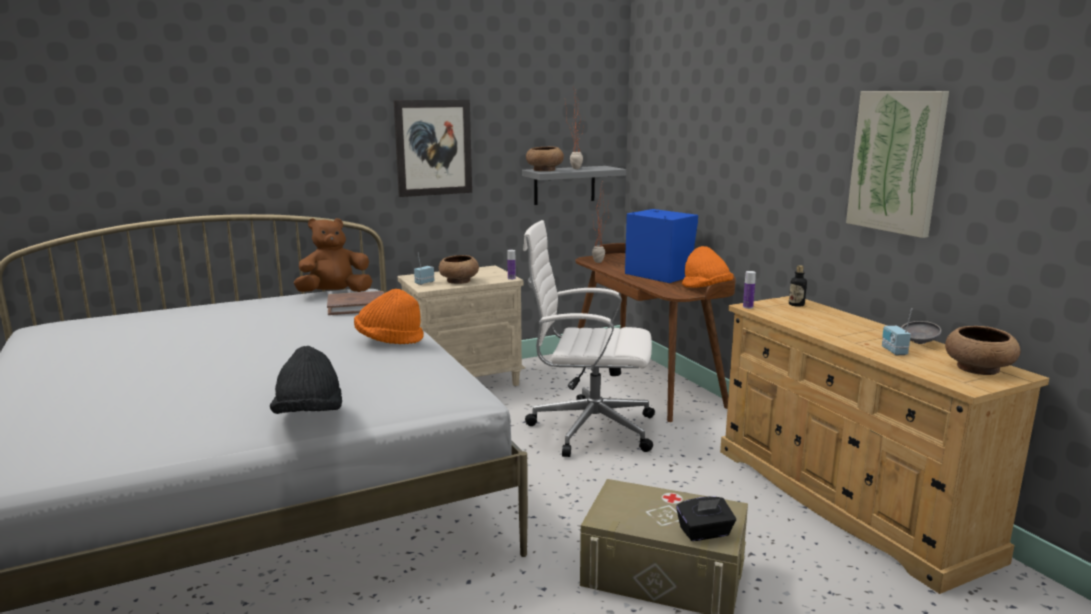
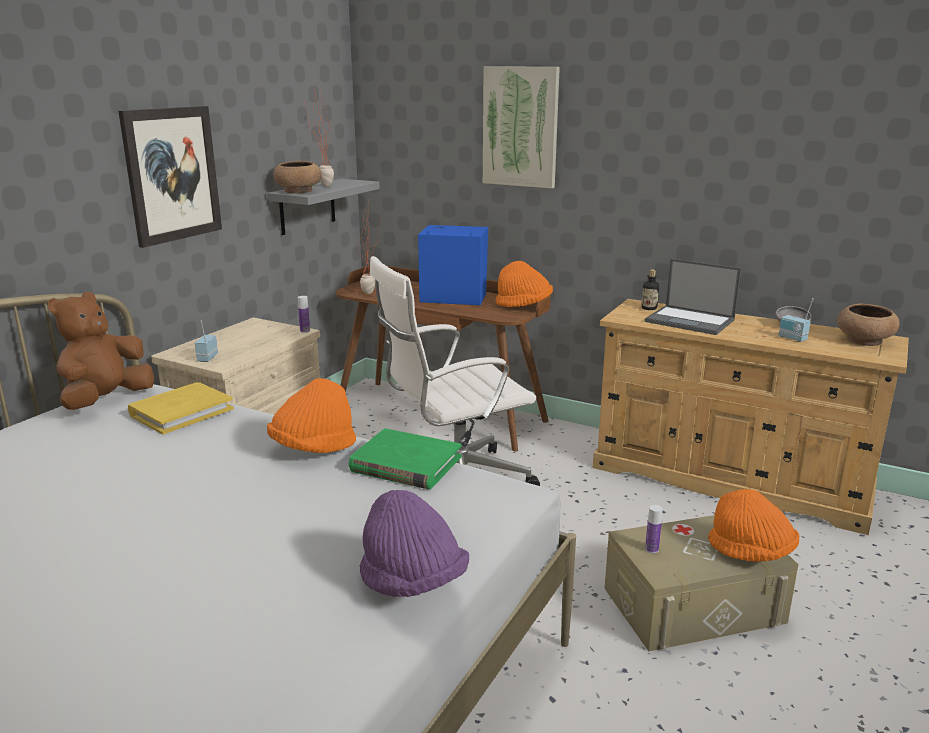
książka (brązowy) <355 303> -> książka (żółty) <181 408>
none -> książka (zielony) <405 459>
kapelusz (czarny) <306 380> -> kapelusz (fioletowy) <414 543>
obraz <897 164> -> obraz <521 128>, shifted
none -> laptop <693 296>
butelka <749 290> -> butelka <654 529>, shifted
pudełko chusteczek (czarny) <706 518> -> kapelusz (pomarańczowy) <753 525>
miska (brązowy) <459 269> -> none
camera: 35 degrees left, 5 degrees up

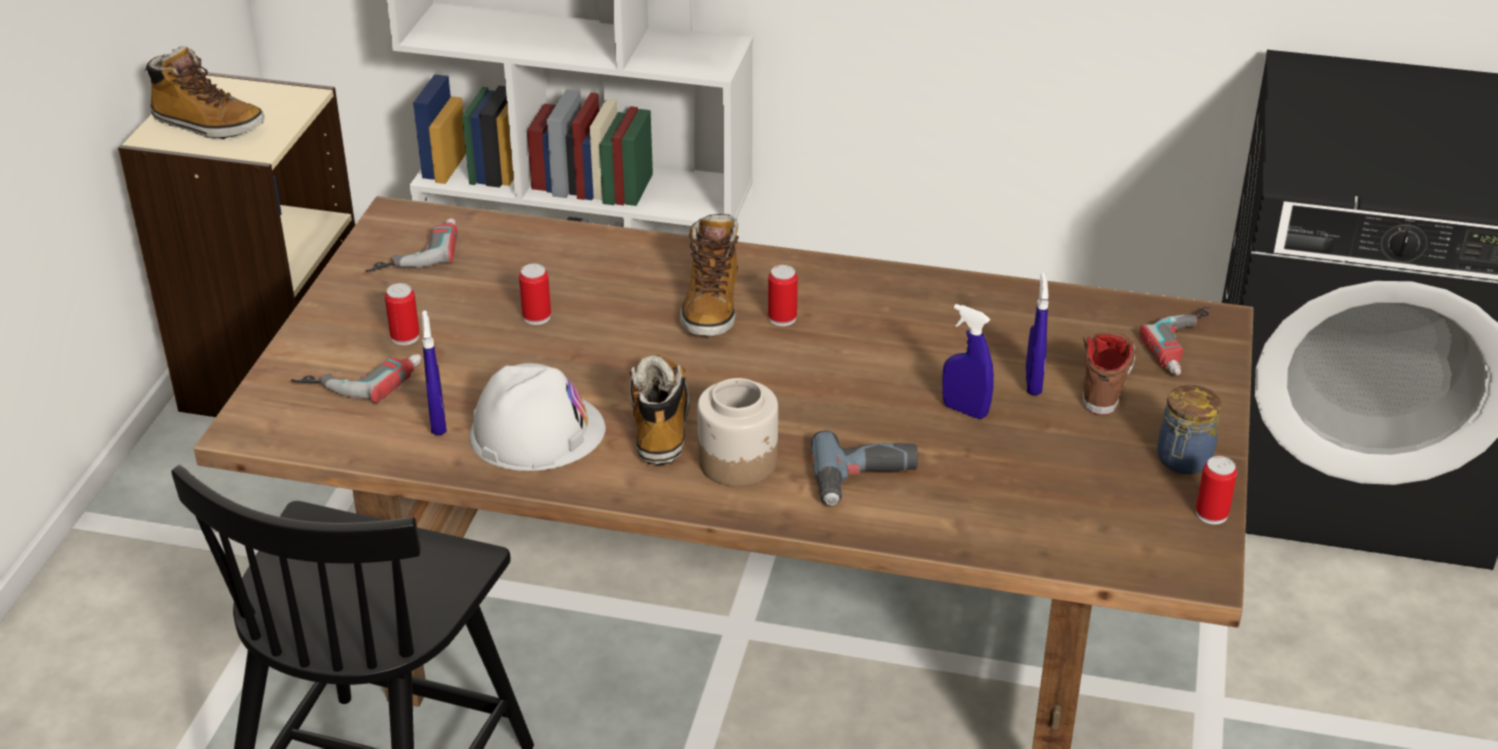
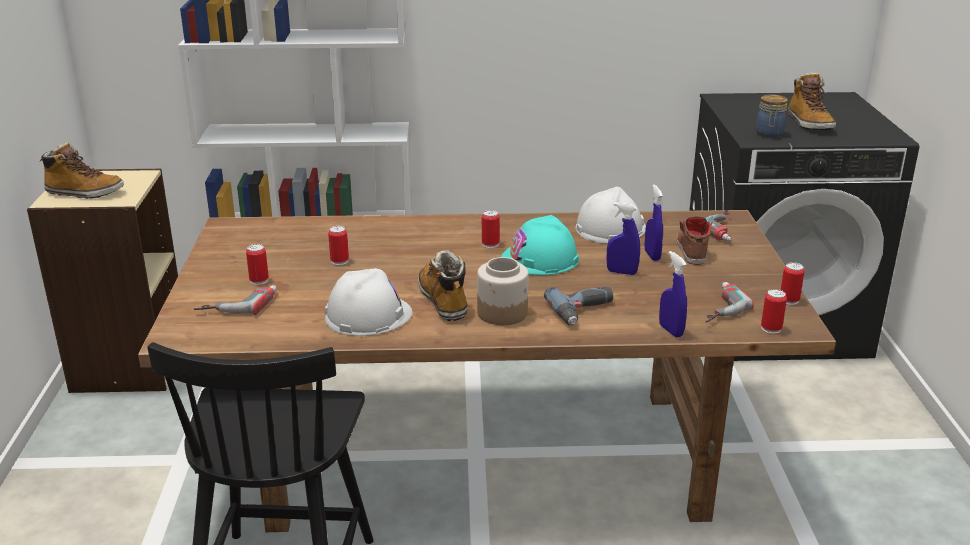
none -> kask (turkusowy) <540 245>
none -> kask (biały) <611 215>
spryskiwacz (niebieski) <434 373> -> spryskiwacz (niebieski) <673 294>, shifted
wiertarka <411 245> -> wiertarka <729 302>, shifted
słoik <1189 429> -> słoik <772 116>, shifted
none -> puszka <774 311>
but z cholewką <709 275> -> but z cholewką <812 101>, shifted
camera: 15 degrees left, 10 degrees down

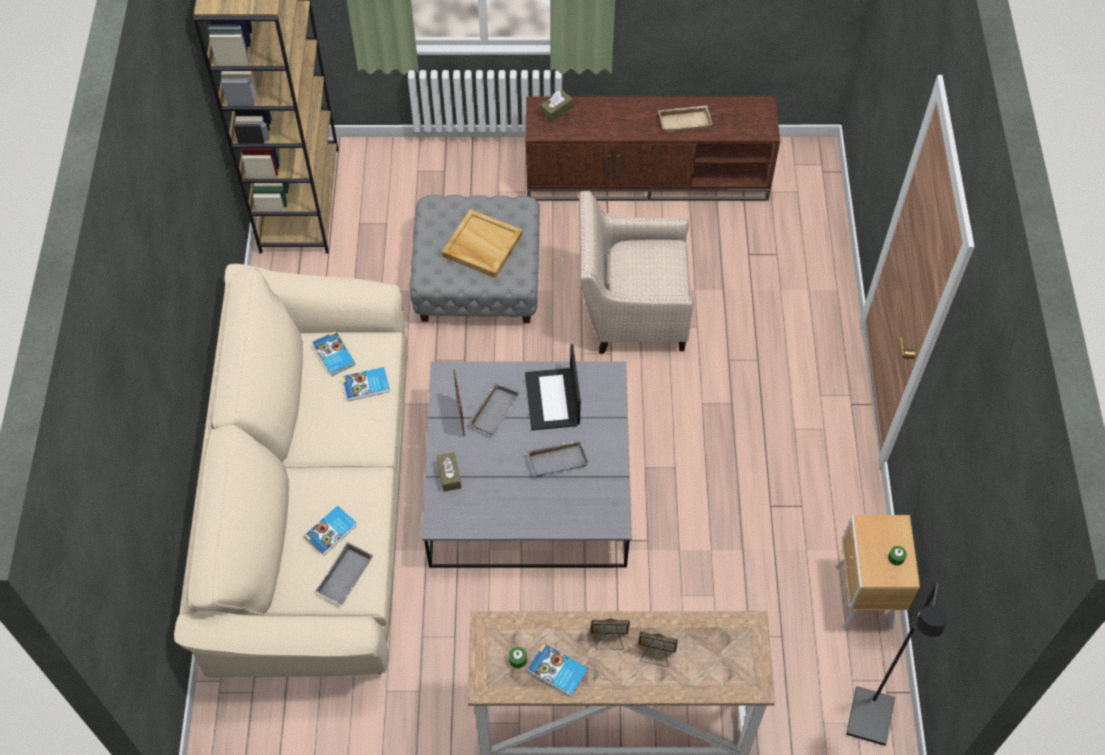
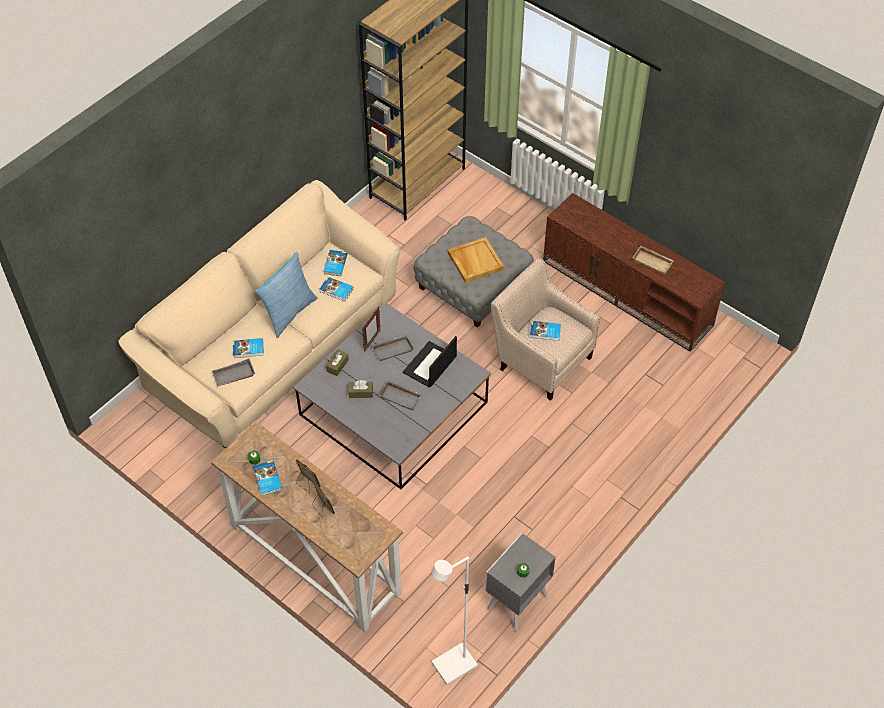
none -> poduszka <286 295>
pudełko chusteczek (brązowy) <556 106> -> pudełko chusteczek (brązowy) <360 389>, shifted
lampa stojąca (czarny) <897 664> -> lampa stojąca (biały) <454 620>
szafka nocna (brązowy) <878 572> -> szafka nocna (szary) <520 582>
none -> książka <545 331>
camera: 40 degrees right, 5 degrees down

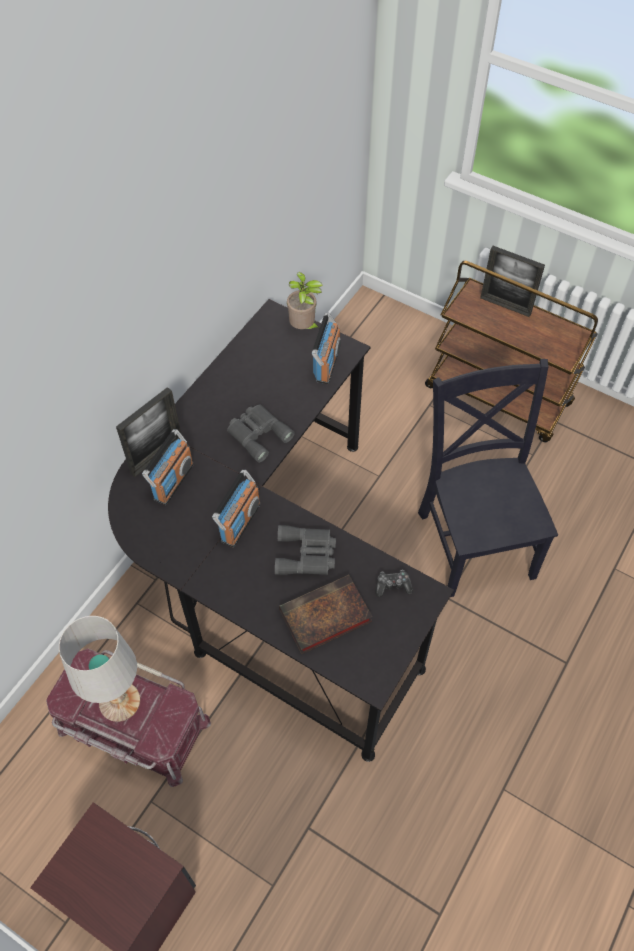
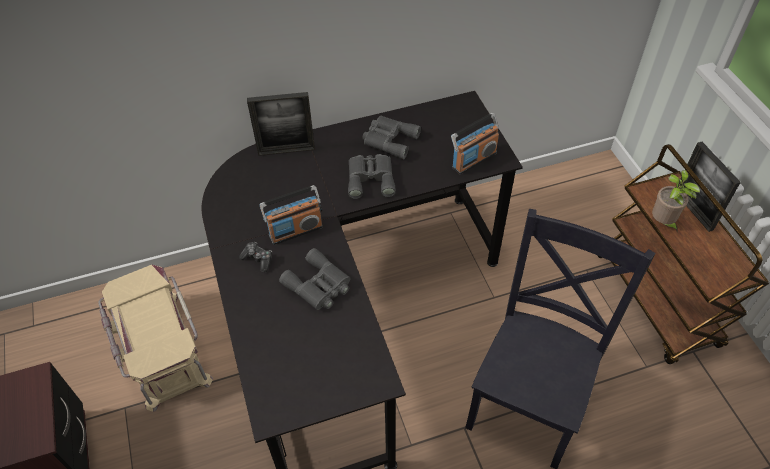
pojemnik do przechowywania (czerwony) <128 717> -> pojemnik do przechowywania (beżowy) <155 338>
pad do gier <394 583> -> pad do gier <255 257>, shifted
none -> lornetka (szary) <391 137>
roślina doniczkowa <305 300> -> roślina doniczkowa <676 200>, shifted
lampa stołowa (biały) <99 669> -> none
radio <168 467> -> none
książka <325 614> -> none
camera: 40 degrees right, 5 degrees down

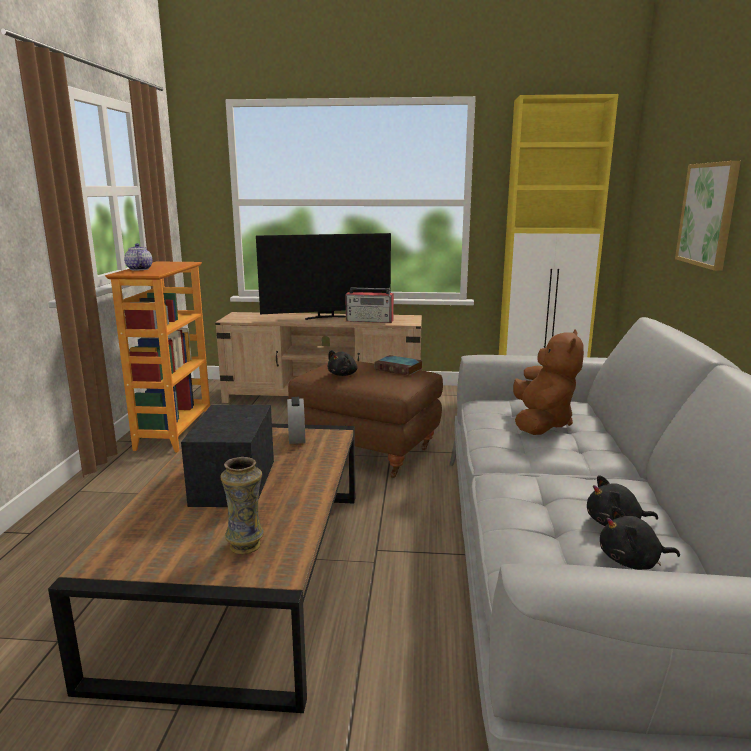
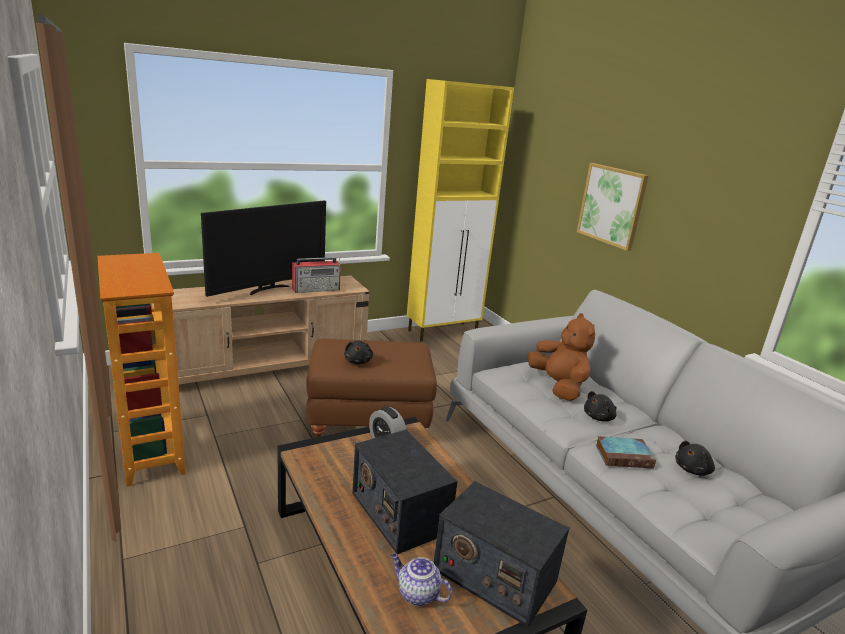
imbryk <138 256> -> imbryk <421 580>, shifted
wazon <242 505> -> radio <501 554>
pluszak (czarny) <640 538> -> pluszak (czarny) <600 406>, shifted
książka <399 365> -> książka <625 452>, shifted
camera: 35 degrees left, 5 degrees up

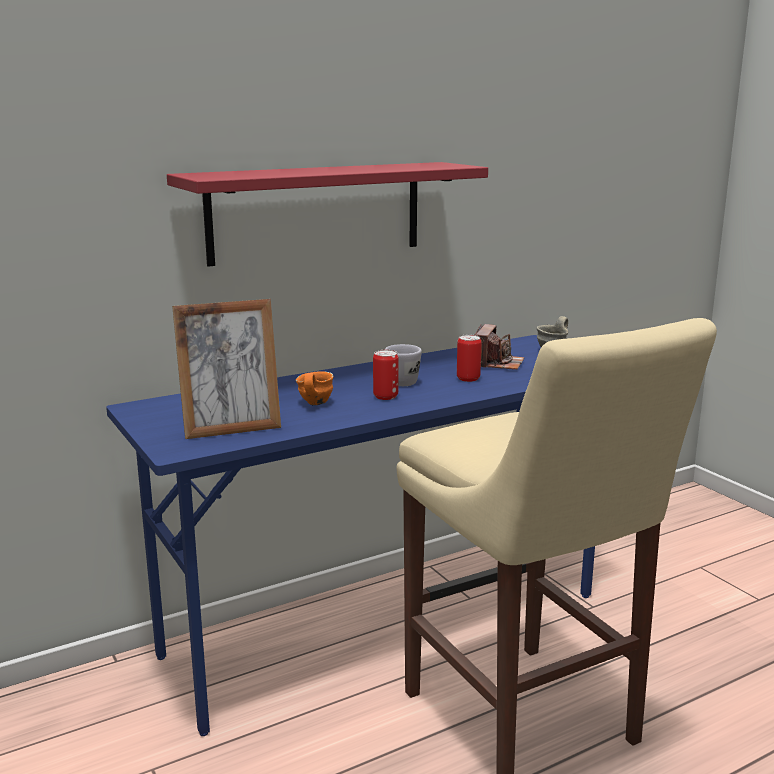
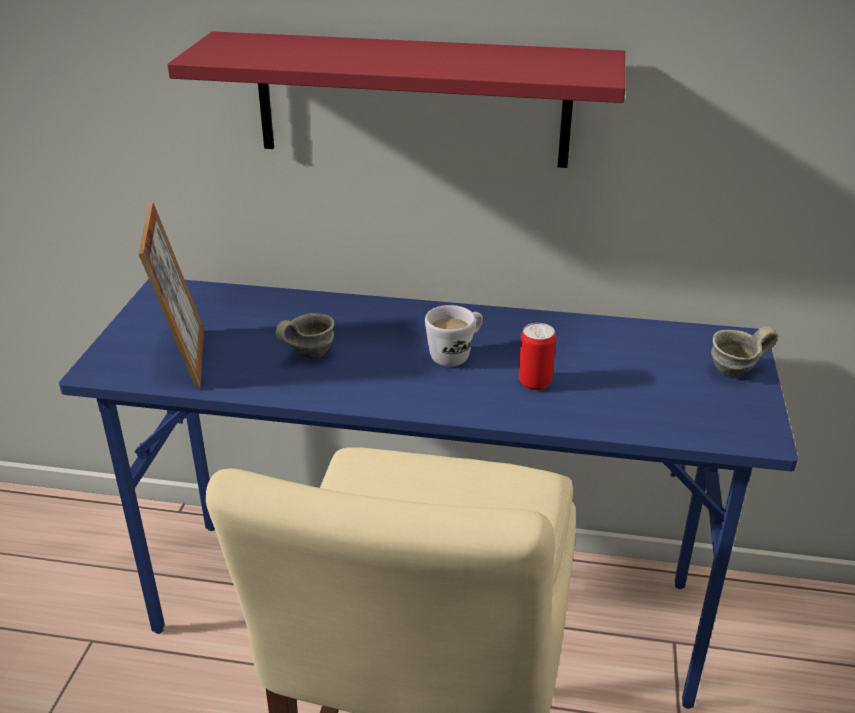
ramka na zdjęcie <226 369> -> ramka na zdjęcie <171 295>, 120 degrees counterclockwise
kubek (pomarańczowy) <314 388> -> kubek (szary) <305 335>
puszka <386 375> -> none
aparat fotograficzny <499 347> -> none
camera: 40 degrees right, 15 degrees up

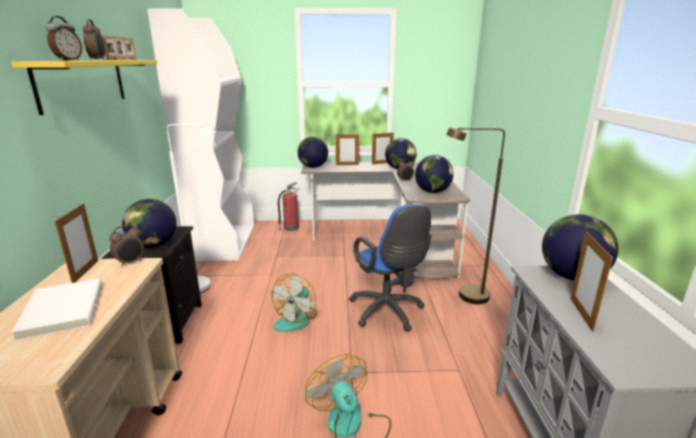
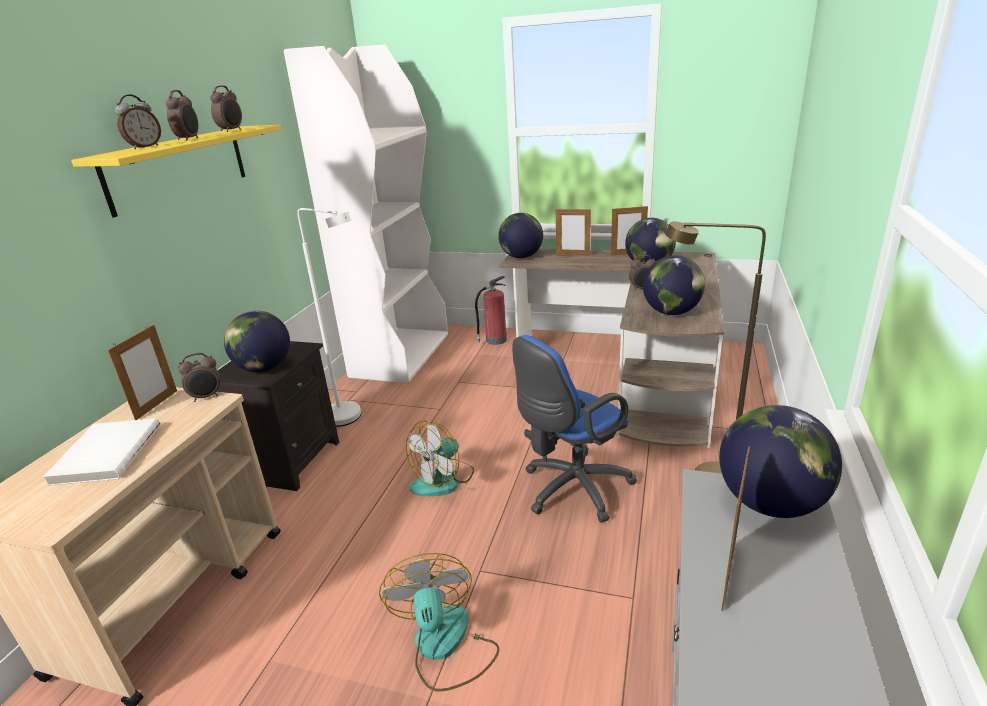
ramka na zdjęcie <119 48> -> budzik <226 108>
krzesło biurowe (niebieski) <390 268> -> krzesło biurowe (niebieski) <574 428>, 60 degrees clockwise
camera: 20 degrees right, 5 degrees up

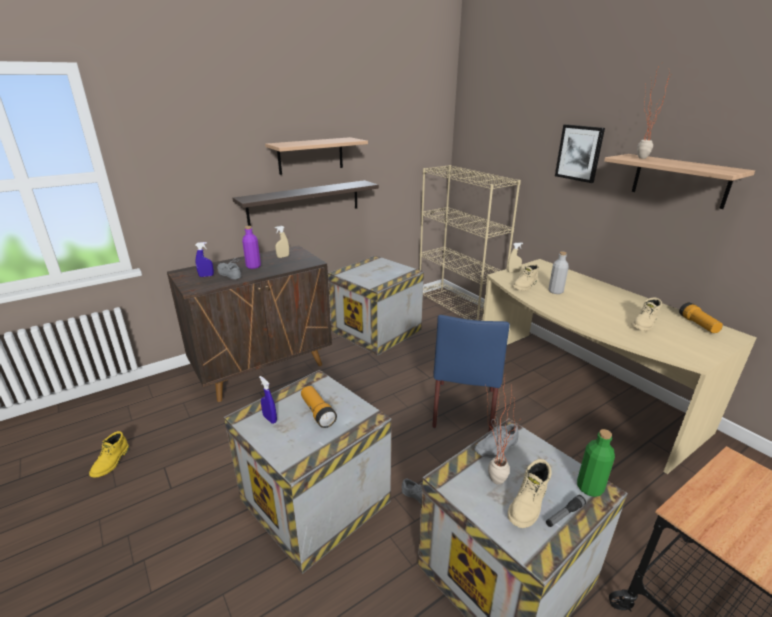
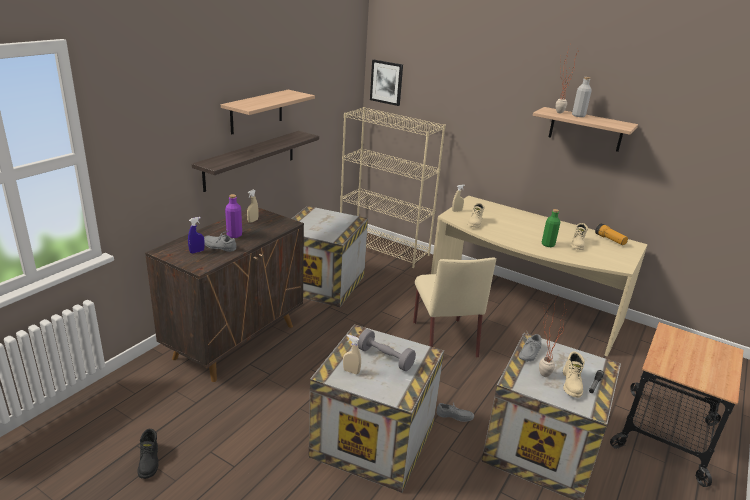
but z cholewką (żółty) <109 454> -> but z cholewką (czarny) <147 454>
spryskiwacz (niebieski) <268 400> -> spryskiwacz (beżowy) <352 354>
latarka <319 407> -> hantel (szary) <387 350>
obraz <580 153> -> obraz <386 83>, shifted
krzesło (niebieski) <471 373> -> krzesło (beżowy) <454 308>
butelka (zielony) <596 463> -> butelka (zielony) <551 228>, shifted
butelka (szary) <559 273> -> butelka (szary) <582 97>, shifted
camera: 25 degrees left, 0 degrees up

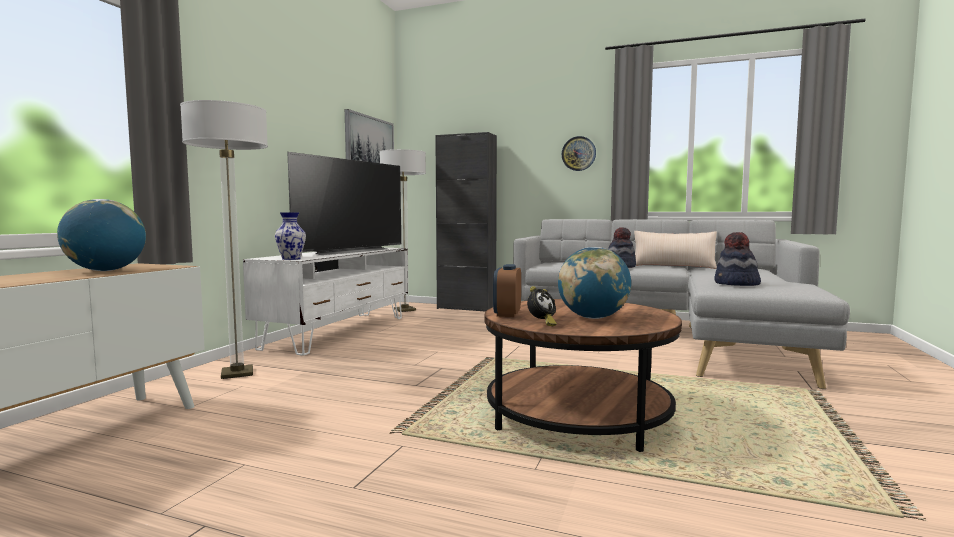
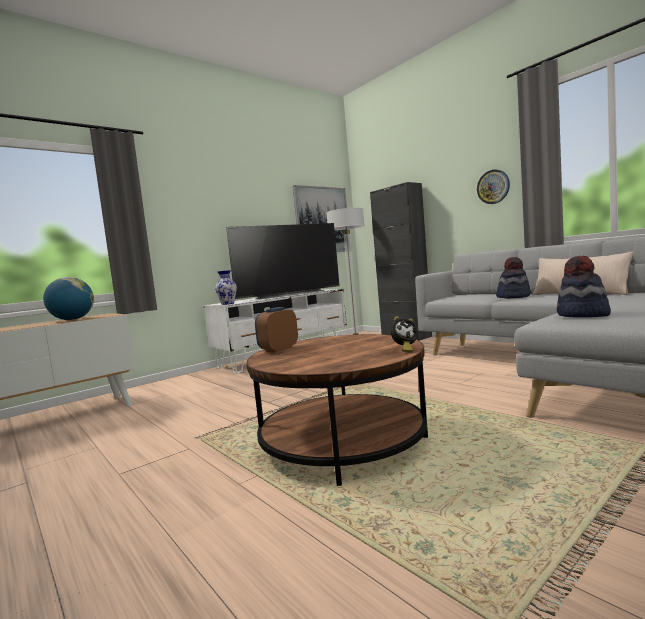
budzik <542 306> -> budzik <405 334>, shifted
lampa stojąca <224 239> -> none
globus <594 283> -> none
camera: 30 degrees right, 0 degrees up

